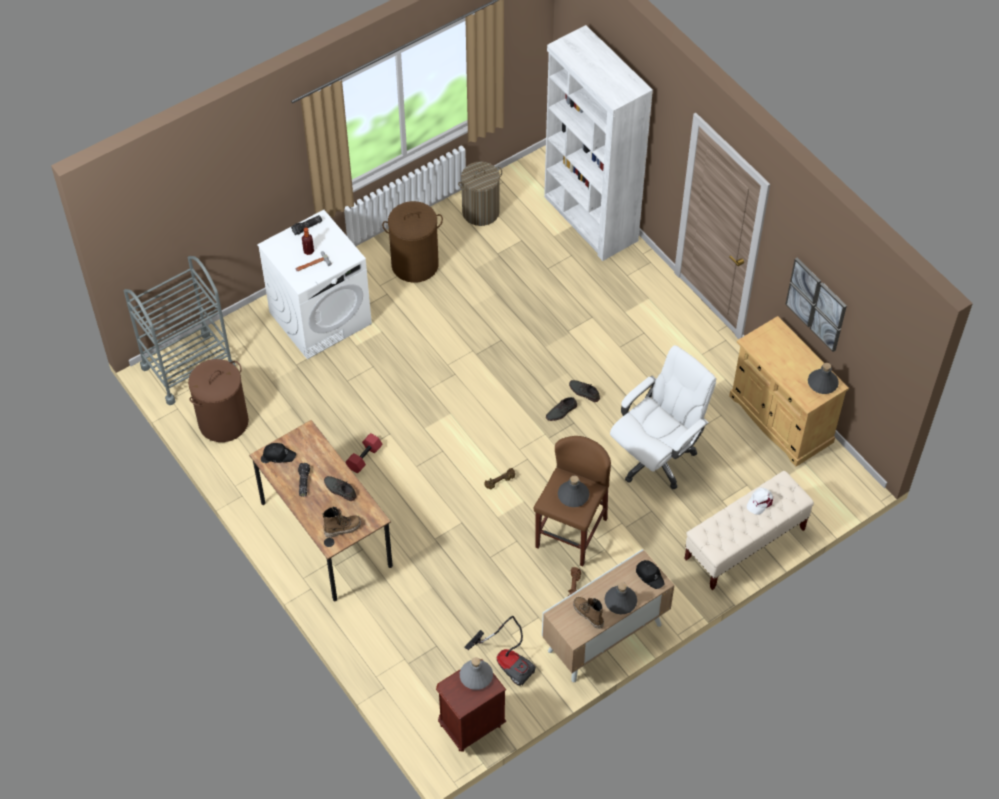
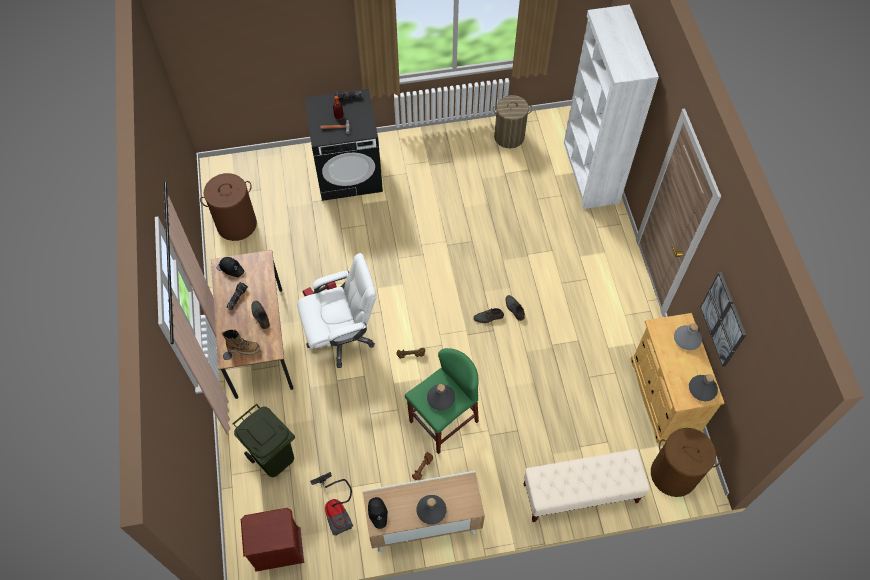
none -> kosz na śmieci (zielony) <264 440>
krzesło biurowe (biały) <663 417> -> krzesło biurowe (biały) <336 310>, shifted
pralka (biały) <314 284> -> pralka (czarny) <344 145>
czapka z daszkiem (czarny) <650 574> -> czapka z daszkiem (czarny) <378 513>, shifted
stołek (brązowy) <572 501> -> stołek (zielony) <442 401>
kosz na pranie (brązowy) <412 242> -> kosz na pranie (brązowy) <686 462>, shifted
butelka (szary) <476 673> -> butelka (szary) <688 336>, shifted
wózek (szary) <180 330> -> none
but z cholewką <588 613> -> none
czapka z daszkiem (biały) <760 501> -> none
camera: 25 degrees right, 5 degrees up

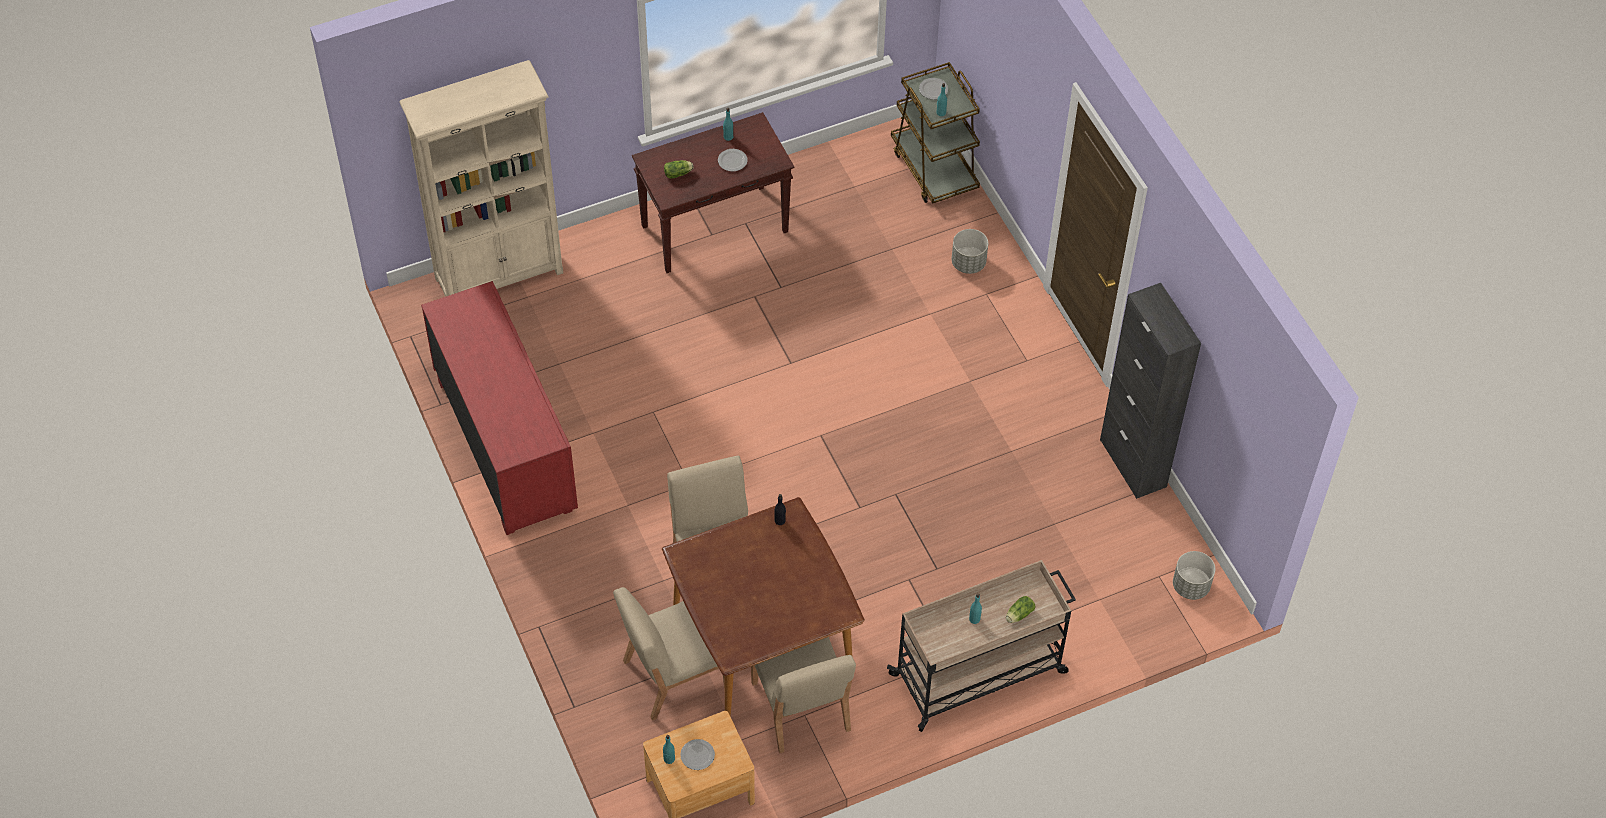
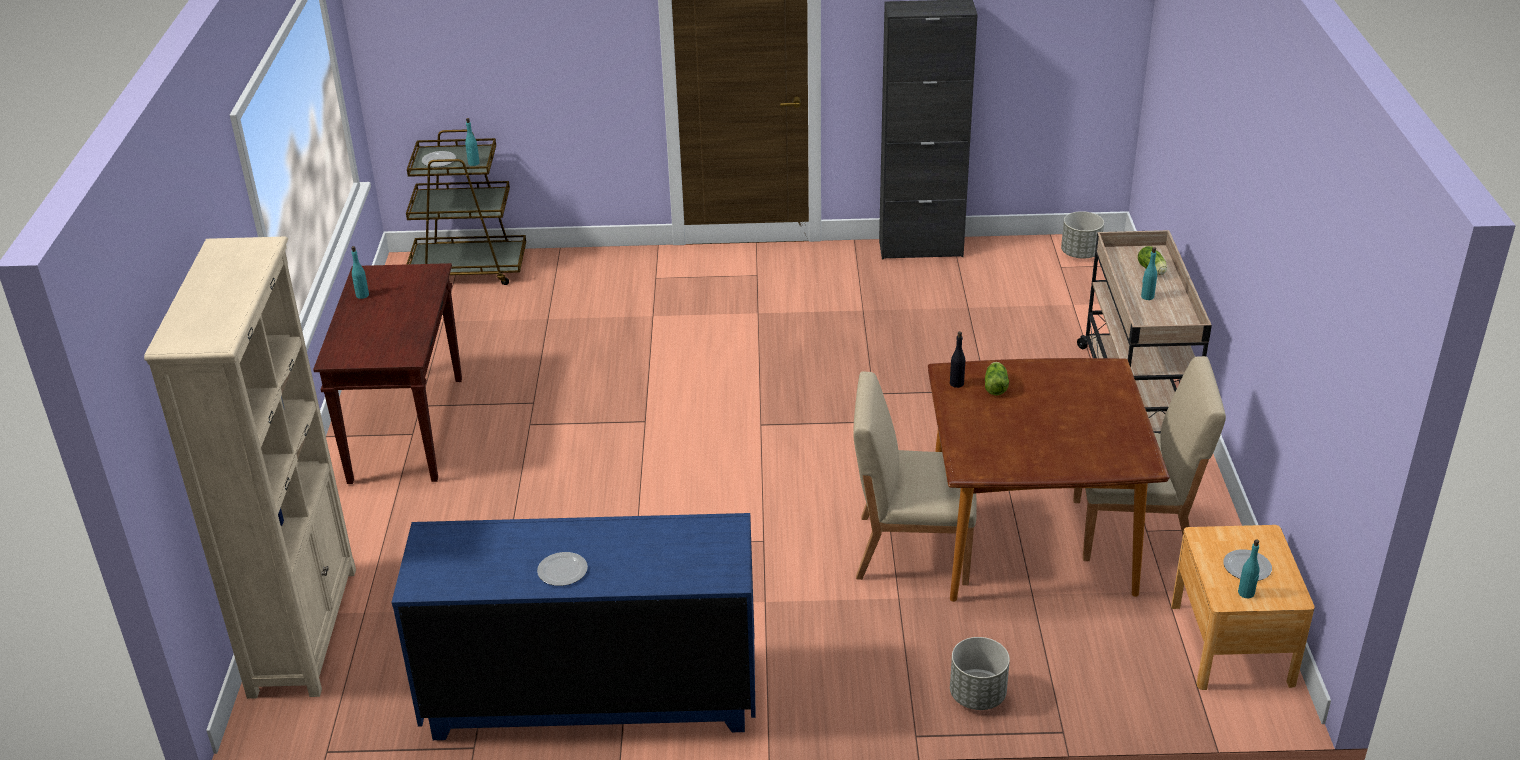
komoda (czerwony) <499 408> -> komoda (niebieski) <574 626>
talerz <733 160> -> talerz <562 569>, shifted
donica (szary) <970 251> -> donica (szary) <980 673>, shifted
sałata <679 169> -> sałata <997 378>, shifted
krzesło (beżowy) <669 654> -> none
camera: 65 degrees left, 20 degrees down

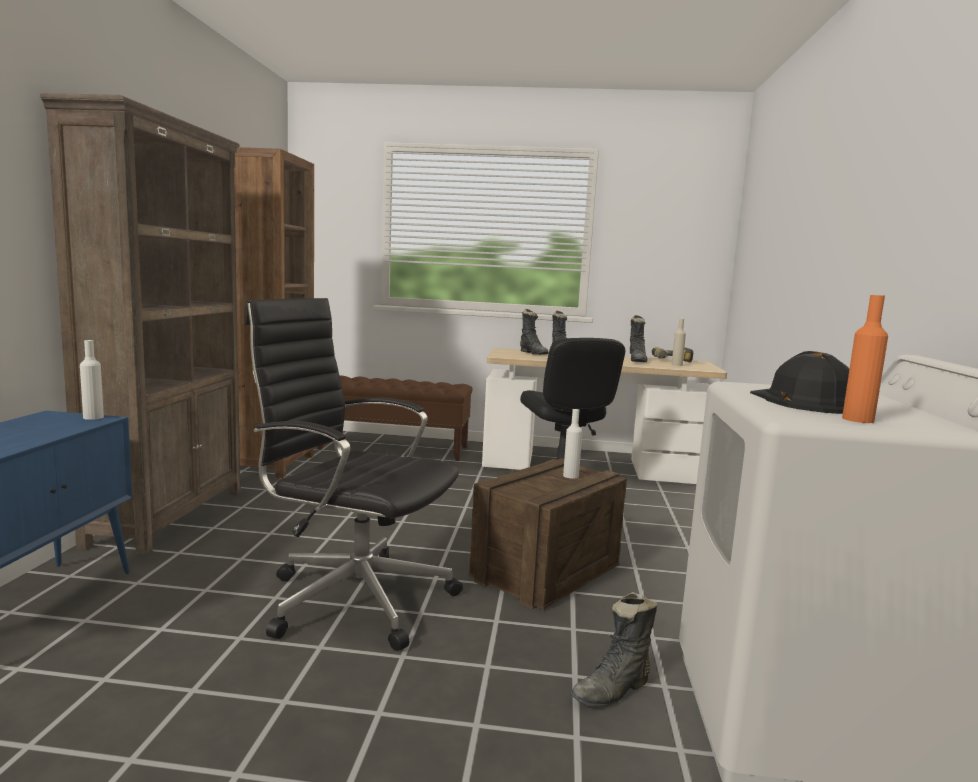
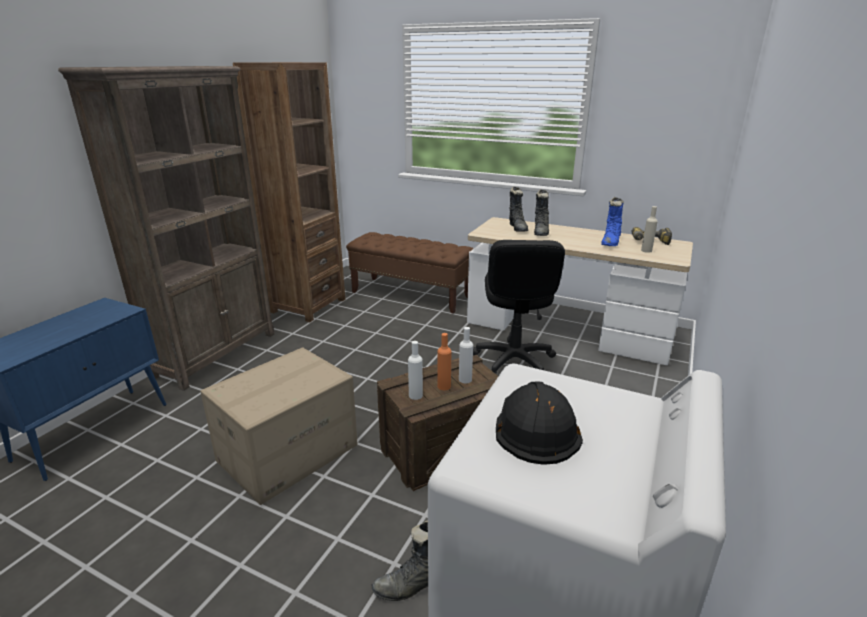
krzesło biurowe (czarny) <353 474> -> karton <279 426>
butelka (biały) <92 380> -> butelka (biały) <415 370>, shifted
butelka (pomarańczowy) <865 359> -> butelka (pomarańczowy) <444 361>, shifted
but z cholewką (czarny) <639 338> -> but z cholewką (niebieski) <612 221>
camera: 20 degrees right, 15 degrees up

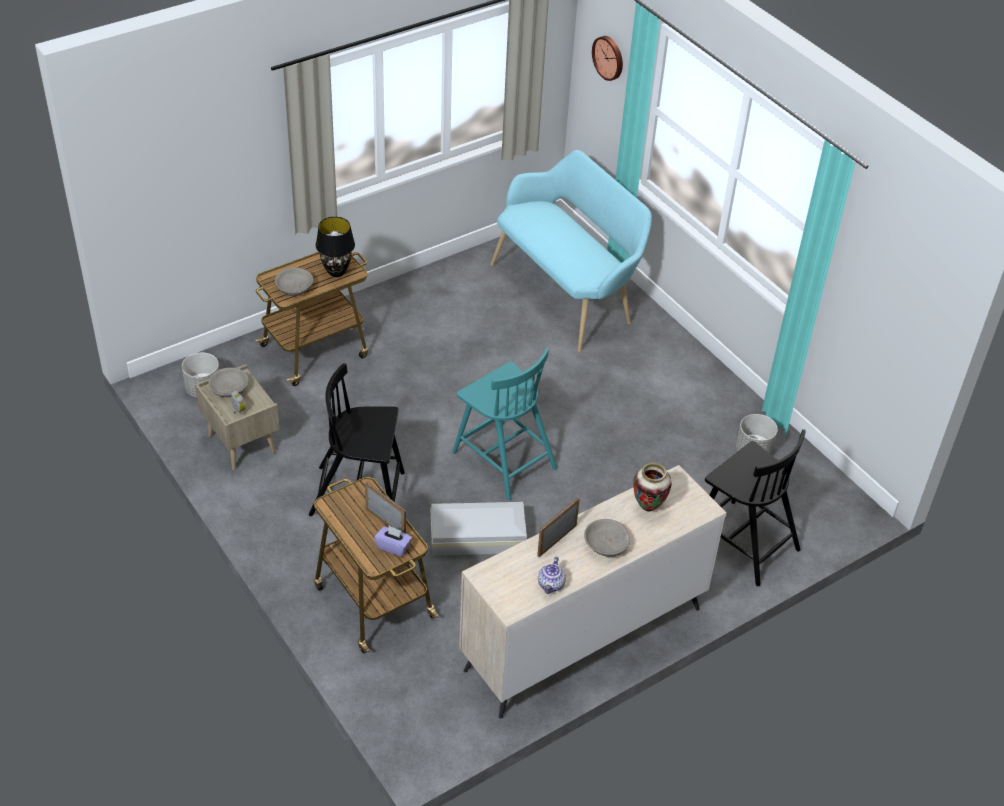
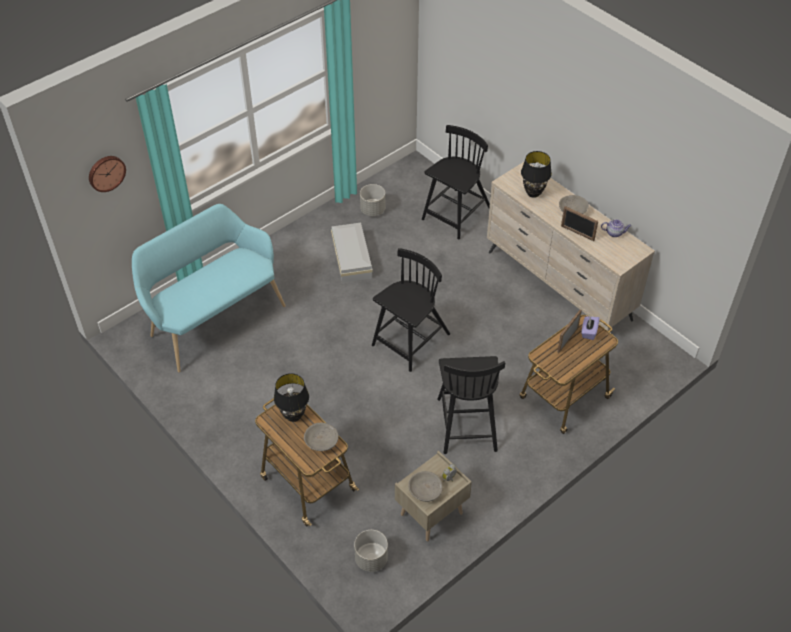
pojemnik do przechowywania (biały) <478 529> -> pojemnik do przechowywania (biały) <352 253>, shifted
krzesło (turkusowy) <504 424> -> krzesło (czarny) <411 310>
wazon <652 487> -> lampa stołowa (czarny) <536 174>
camera: 95 degrees left, 5 degrees up

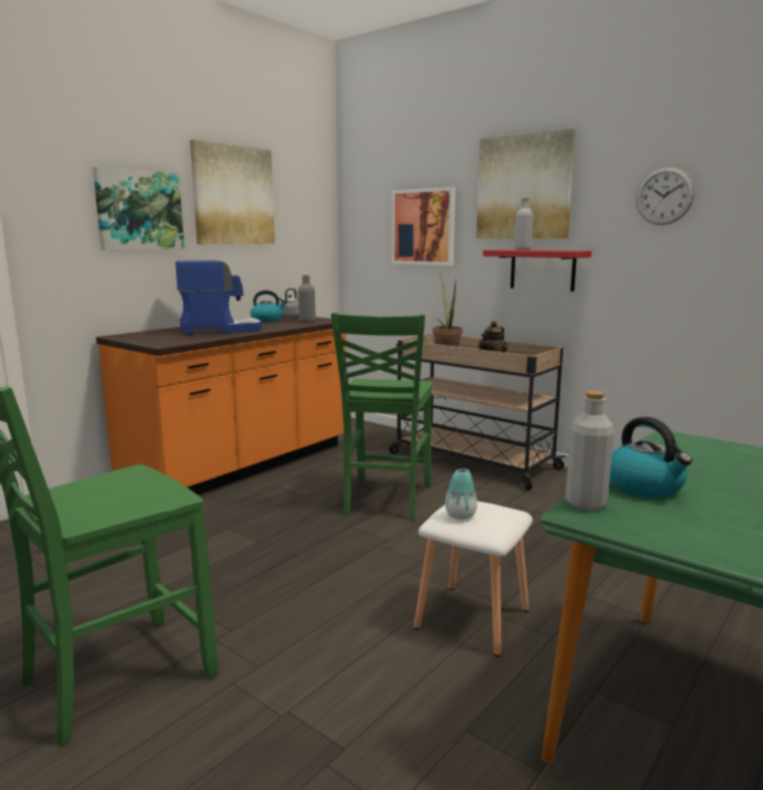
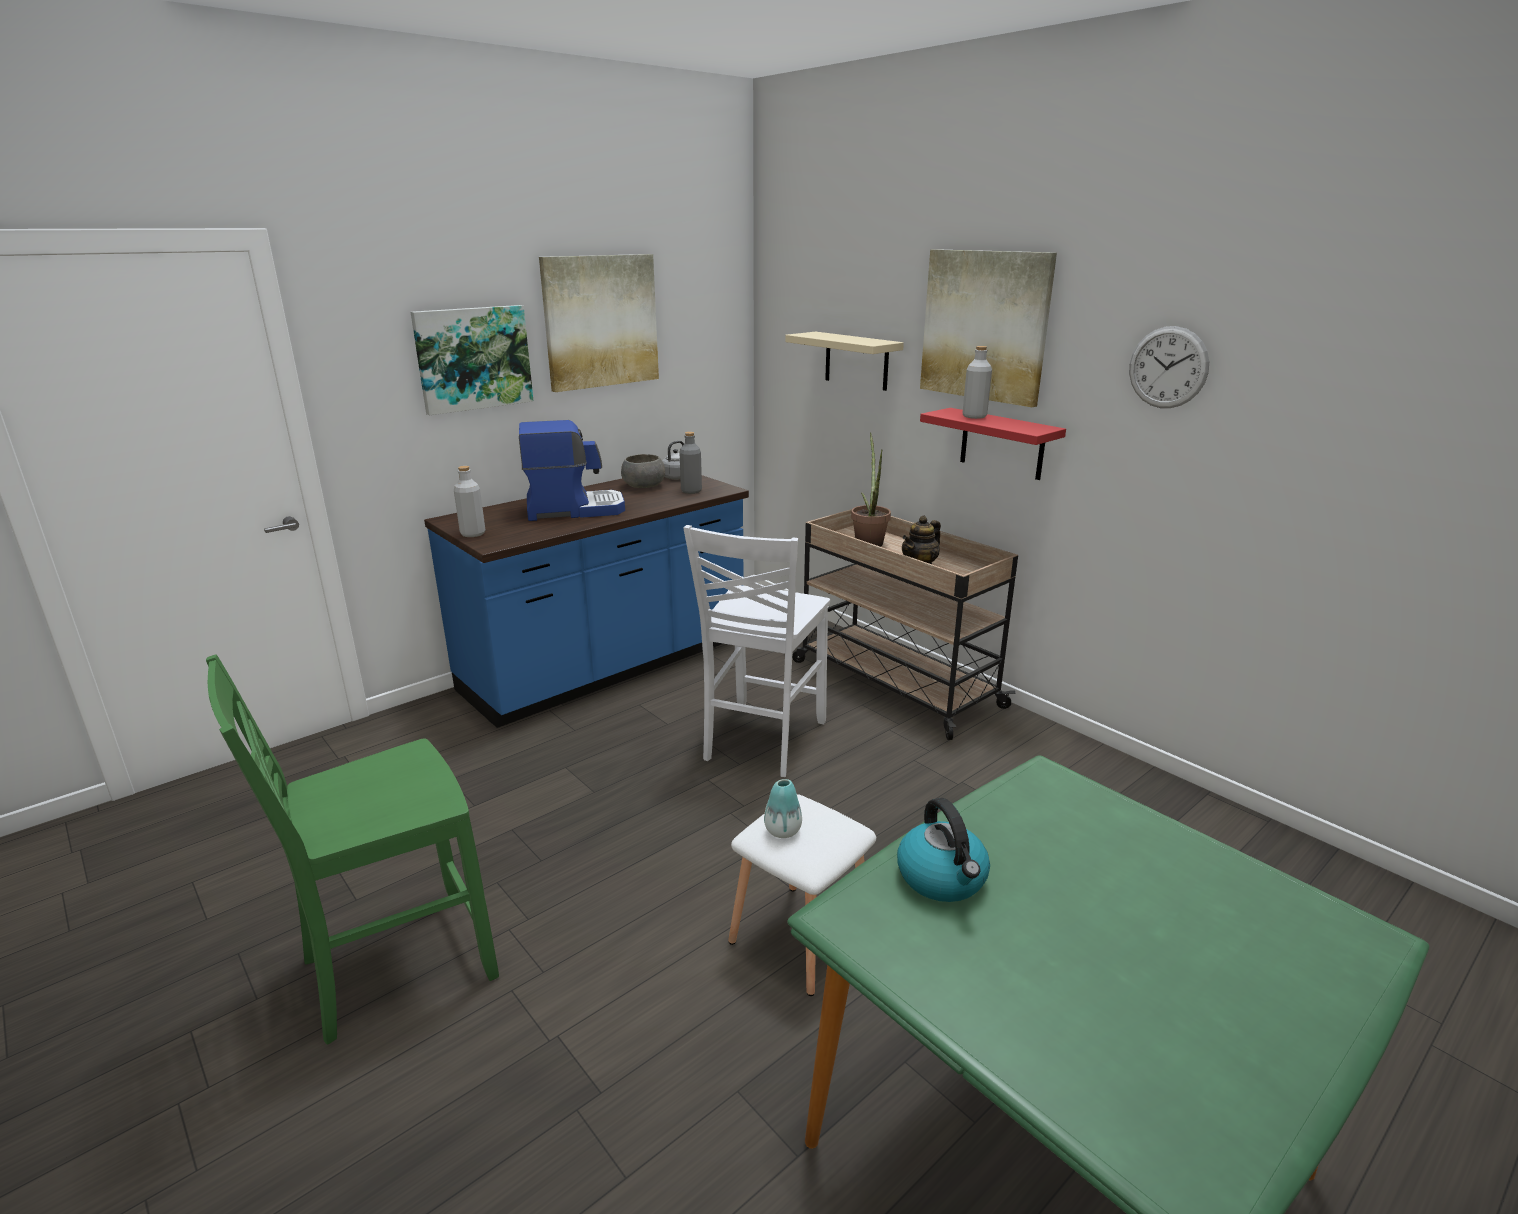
zabudowa kuchenna (pomarańczowy) <221 405> -> zabudowa kuchenna (niebieski) <586 601>
butelka (szary) <589 451> -> butelka (szary) <469 501>, shifted
czajnik <268 306> -> miska (szary) <643 471>
krzesło (zielony) <382 416> -> krzesło (biały) <756 651>
obraz <423 226> -> półka (beżowy) <844 361>
camera: 10 degrees right, 10 degrees up

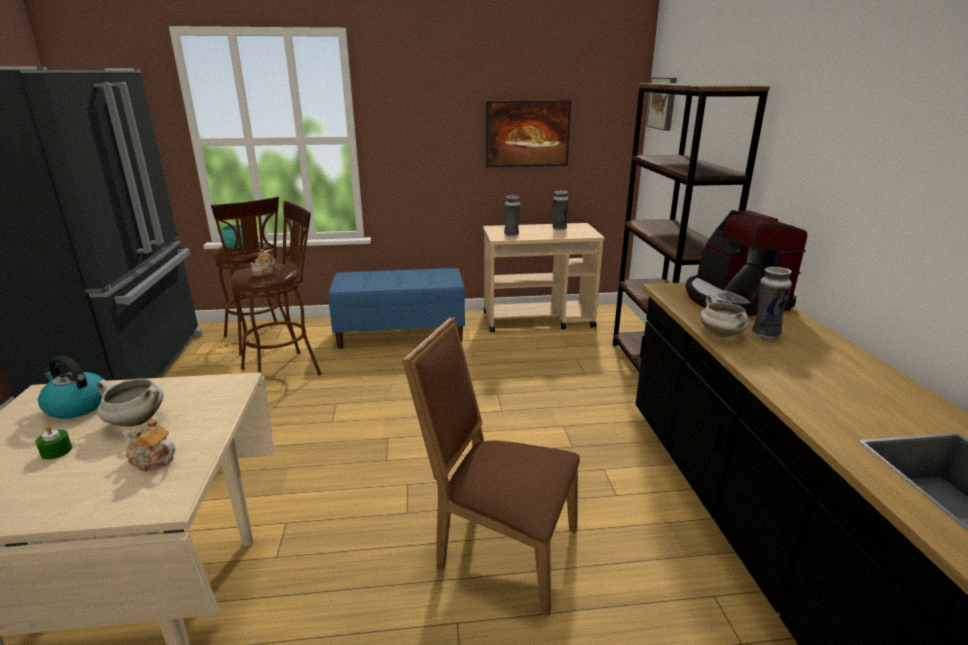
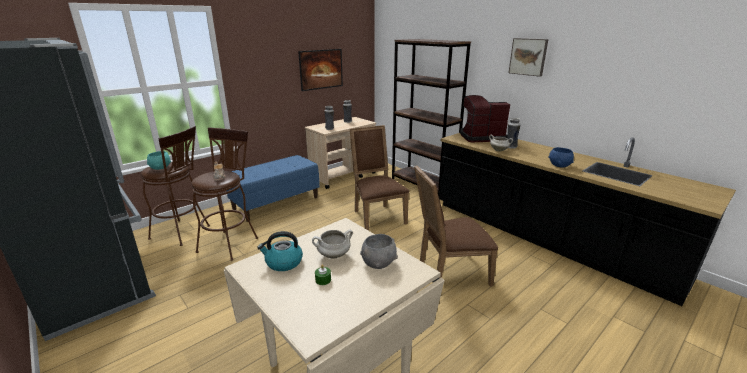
none -> krzesło (brązowy) <379 178>
imbryk <148 445> -> miska (szary) <379 251>
ekspres do kawy <746 263> -> ekspres do kawy <485 118>, 135 degrees clockwise
obraz <661 104> -> obraz <528 57>, shifted
none -> miska (niebieski) <561 157>
camera: 35 degrees left, 0 degrees up

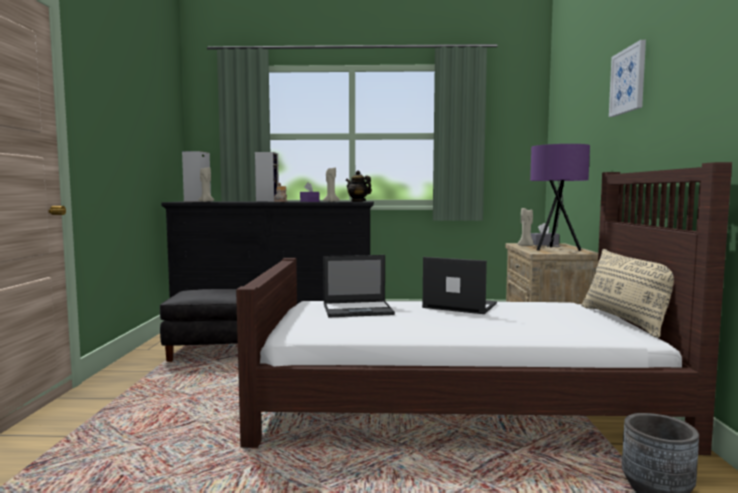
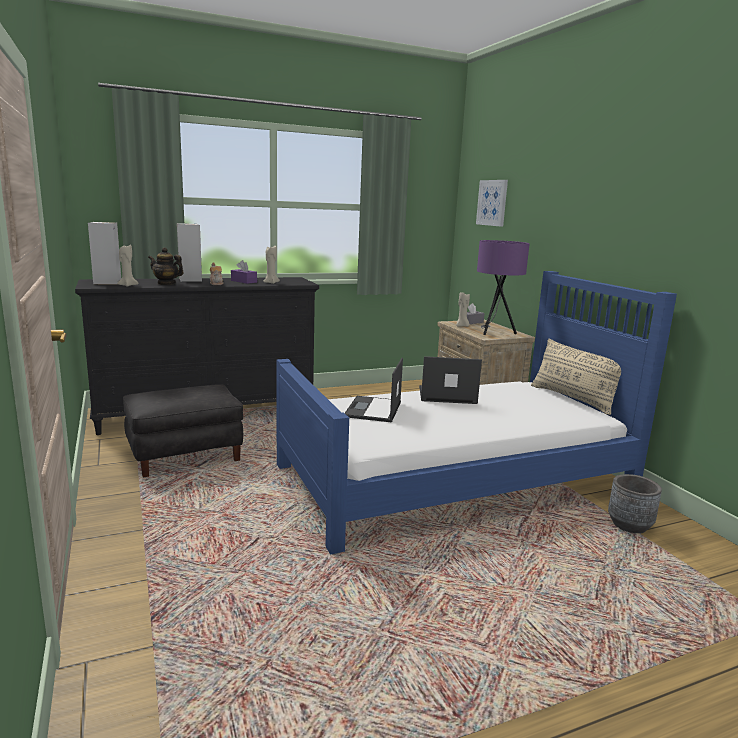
imbryk <359 186> -> imbryk <166 266>, shifted
łóżko (brązowy) <484 308> -> łóżko (niebieski) <476 413>
laptop <359 286> -> laptop <374 390>, 135 degrees clockwise
obraz <627 78> -> obraz <492 203>, shifted
camera: 25 degrees left, 10 degrees up

